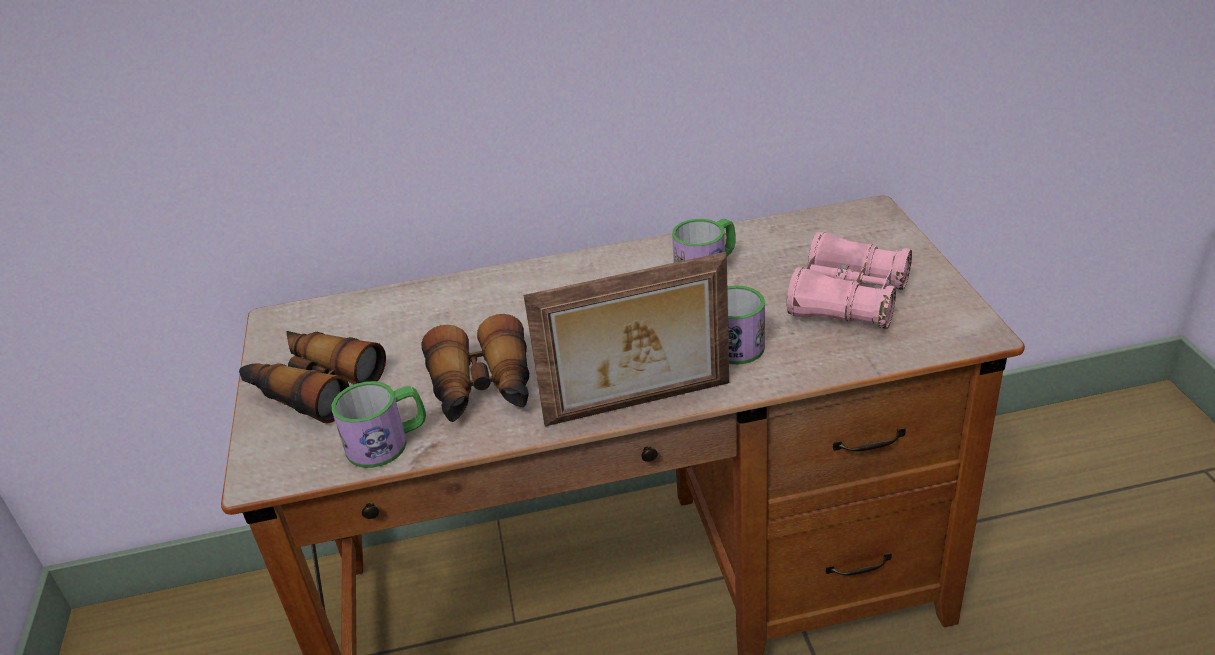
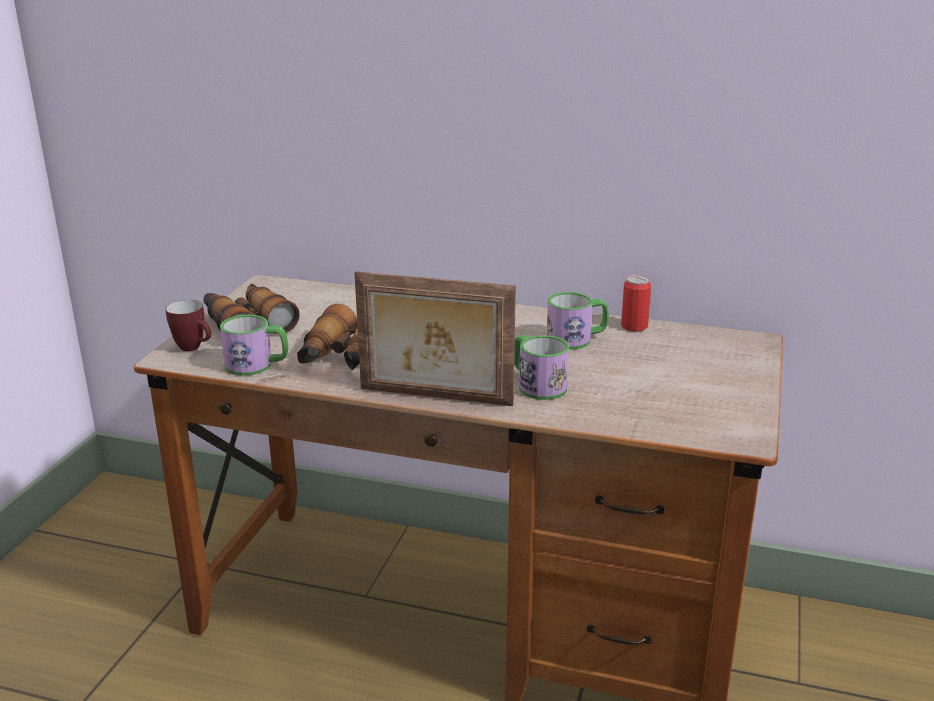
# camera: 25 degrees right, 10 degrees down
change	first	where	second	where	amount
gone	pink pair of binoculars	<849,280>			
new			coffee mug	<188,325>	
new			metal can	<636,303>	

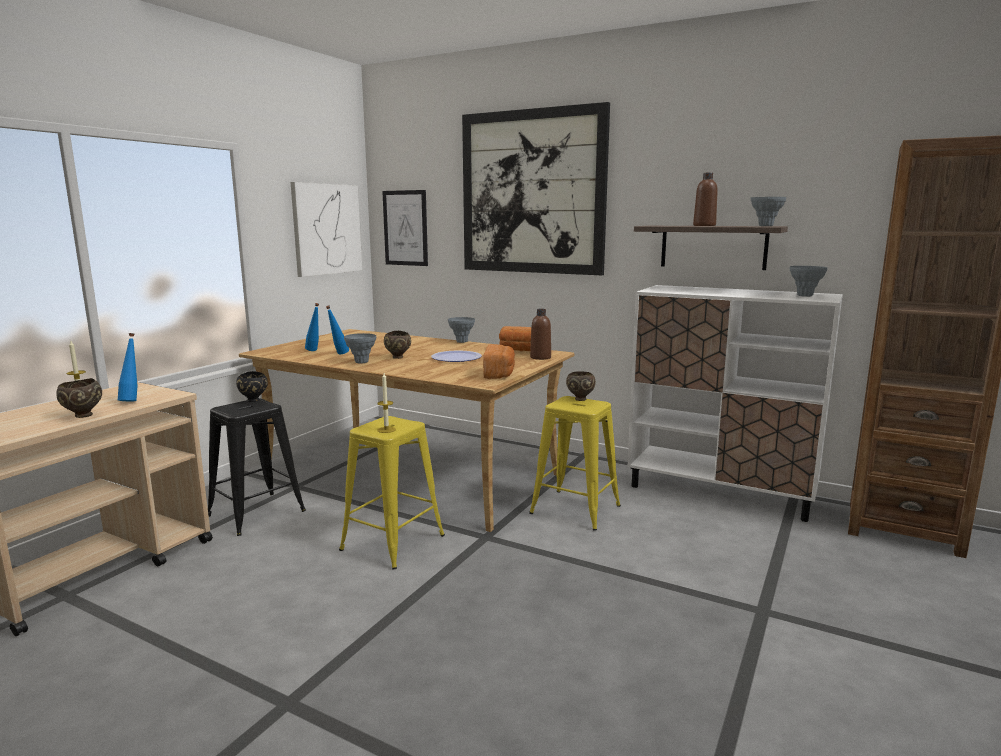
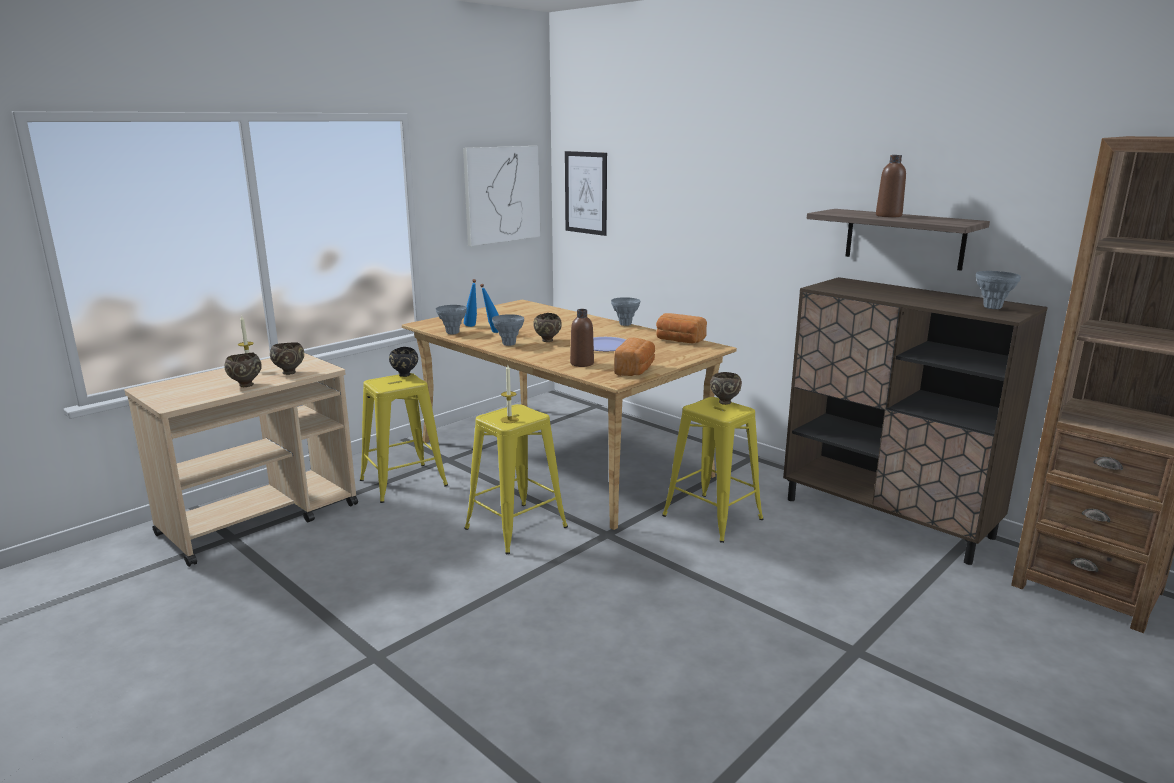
# camera: 15 degrees right, 5 degrees up
change	first	where	second	where	amount
swapped	blue-coloured bottle	<127,367>	brownish serving bowl	<287,358>	
repainted	black-coloured stool seat	<257,467>	yellow-coloured stool seat	<404,438>	
gone	picture	<536,188>			
shifted	brownish bottle	<540,334>		<582,338>	
repainted	white storage cabinet	<735,403>	brownish storage cabinet	<915,421>	
shifted	gray flower vase	<768,211>		<451,319>	

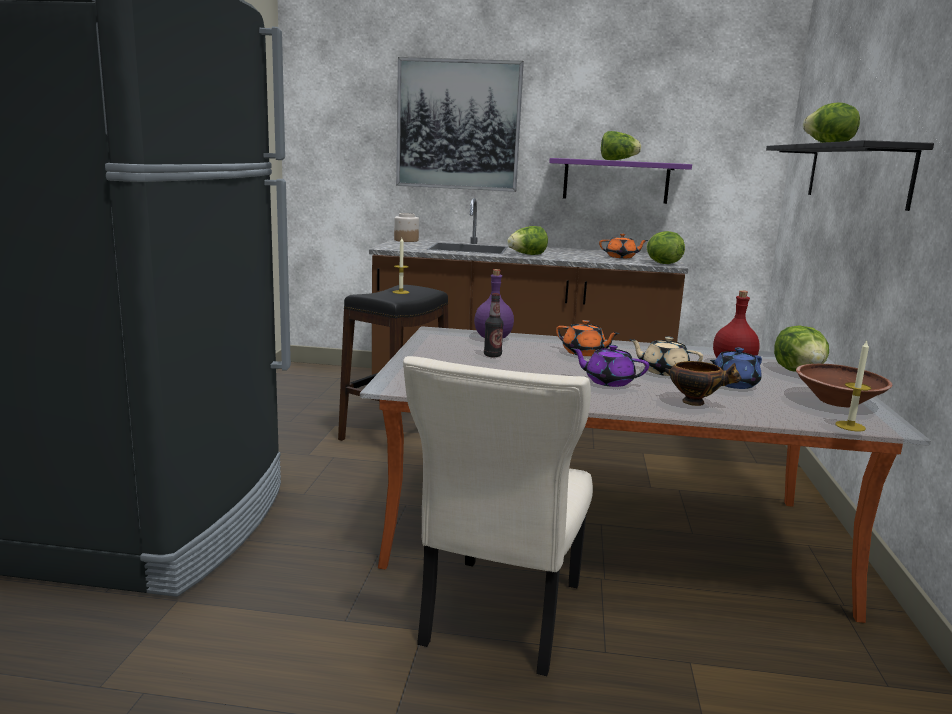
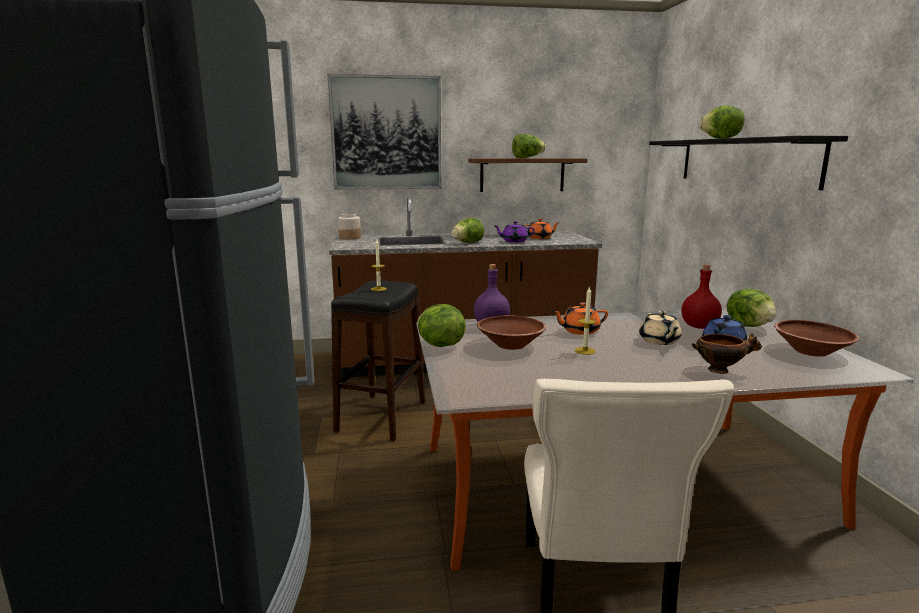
# camera: 15 degrees left, 0 degrees up
change	first	where	second	where	amount
swapped	bottle	<494,325>	brownish serving bowl	<512,332>	
repainted	purplish bracket shelf	<620,181>	brownish bracket shelf	<527,175>	
rotated	orange-coloured tea pot	<588,338>		<580,318>	150 degrees clockwise
shifted	purplish tea pot	<610,366>		<514,232>	
rotated	beige tea pot	<666,356>		<660,328>	105 degrees counterclockwise
shifted	head of lettuce	<665,247>		<441,325>	
shifted	wax light	<853,386>		<585,321>	

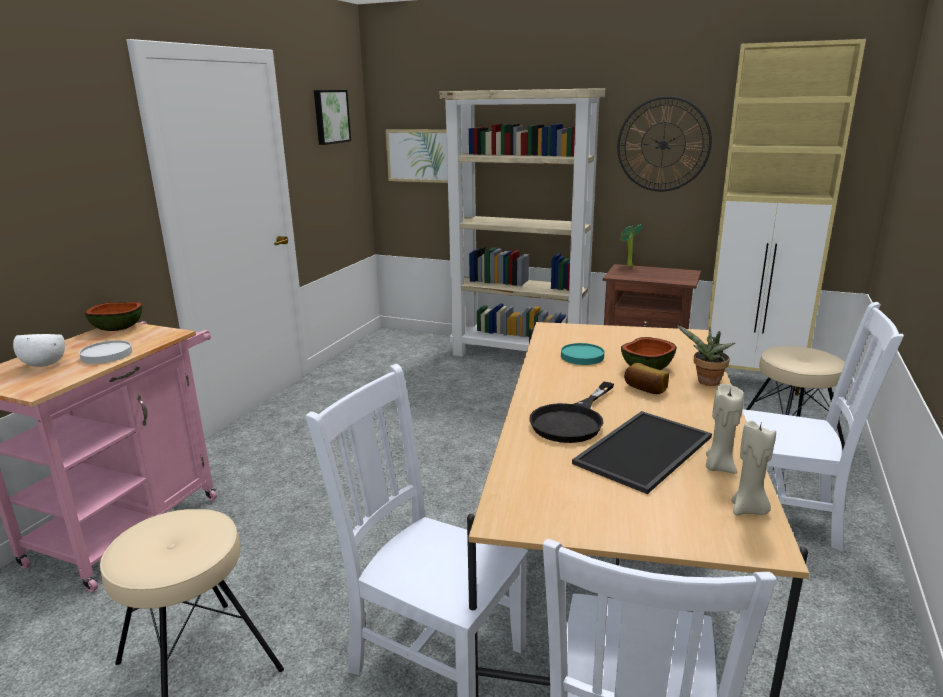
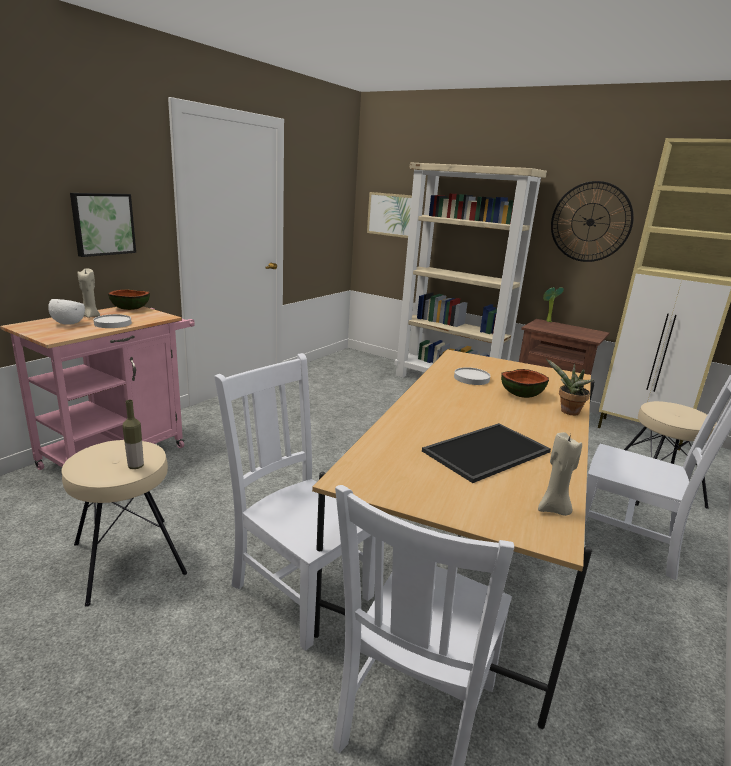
# camera: 10 degrees right, 0 degrees up
change	first	where	second	where	amount
shifted	picture	<332,117>		<103,225>	
gone	black-coloured skillet	<571,412>			
repainted	blue-green dinner plate	<582,354>	white dinner plate	<472,376>	
gone	bread	<646,378>			
shifted	beige wax light	<725,429>		<89,293>	
new			bottle	<133,434>	

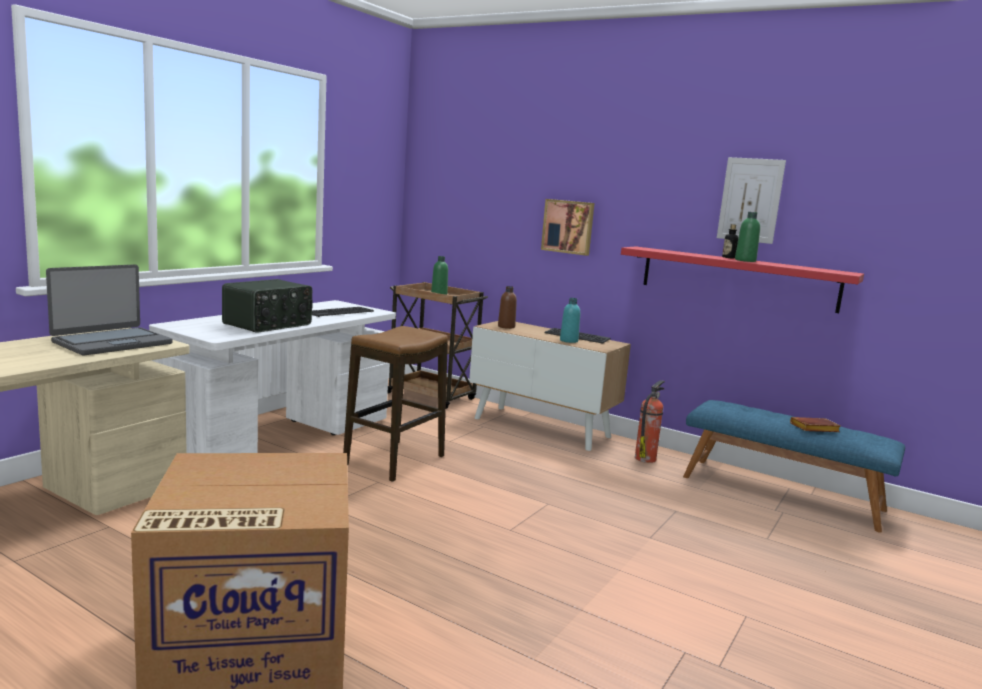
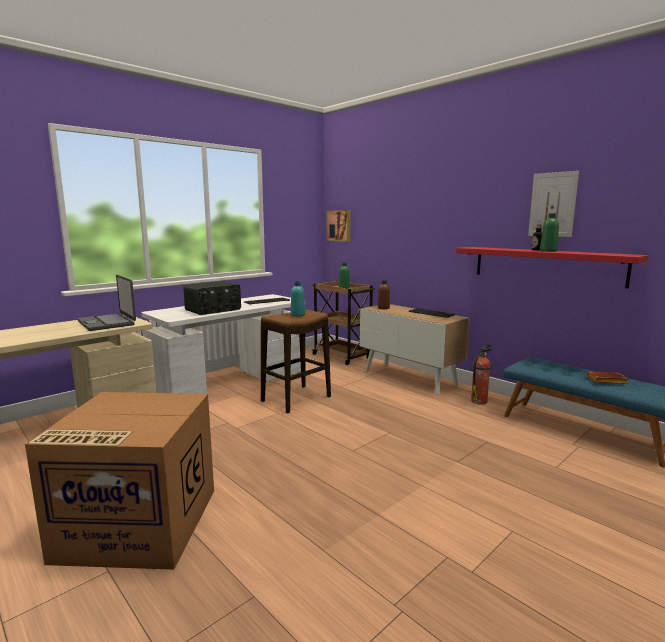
# camera: 15 degrees right, 0 degrees up
change	first	where	second	where	amount
rotated	laptop	<109,309>		<106,303>	90 degrees clockwise
shifted	picture	<567,227>		<339,226>	
shifted	blue-green bottle	<570,320>		<298,298>	

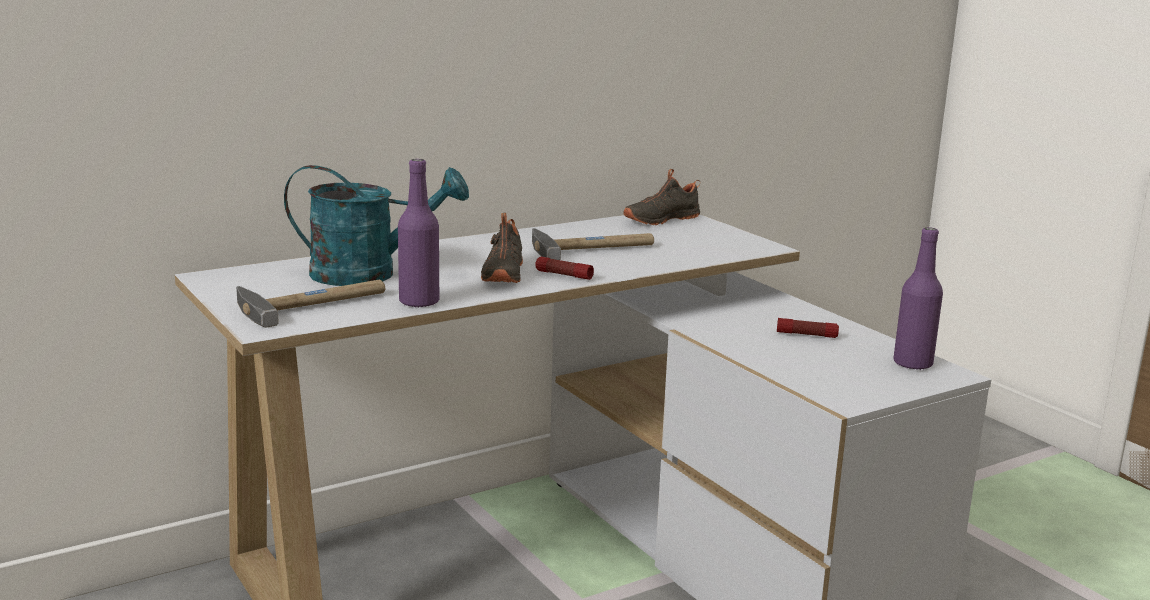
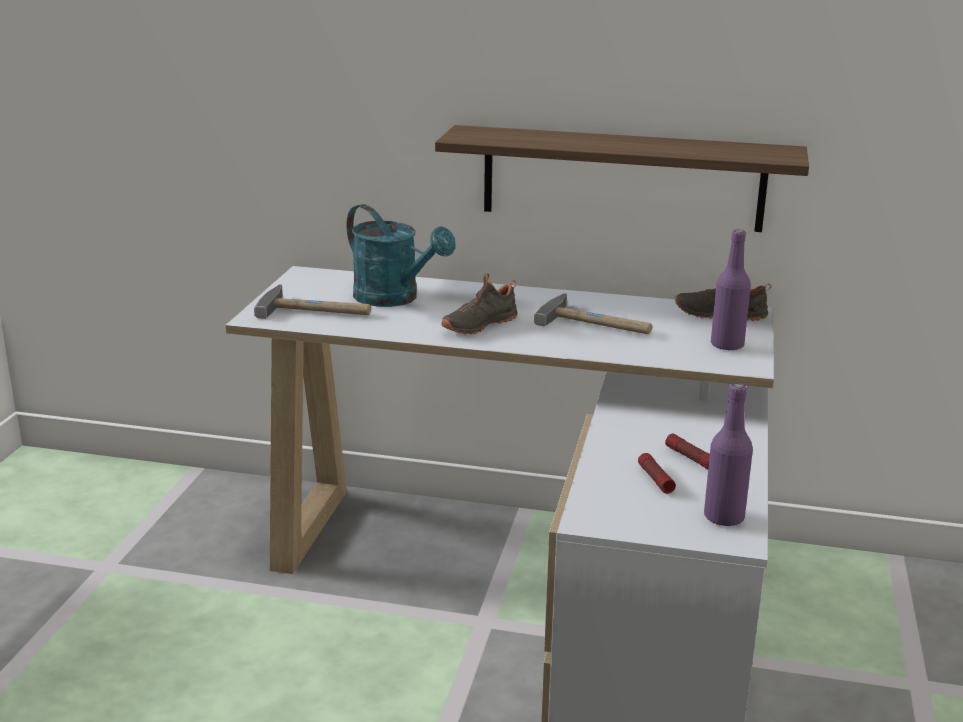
# camera: 45 degrees right, 5 degrees up
change	first	where	second	where	amount
shifted	purplish bottle	<418,233>		<731,290>	
shifted	hand torch	<564,268>		<657,473>	
new			bracket shelf	<622,178>	

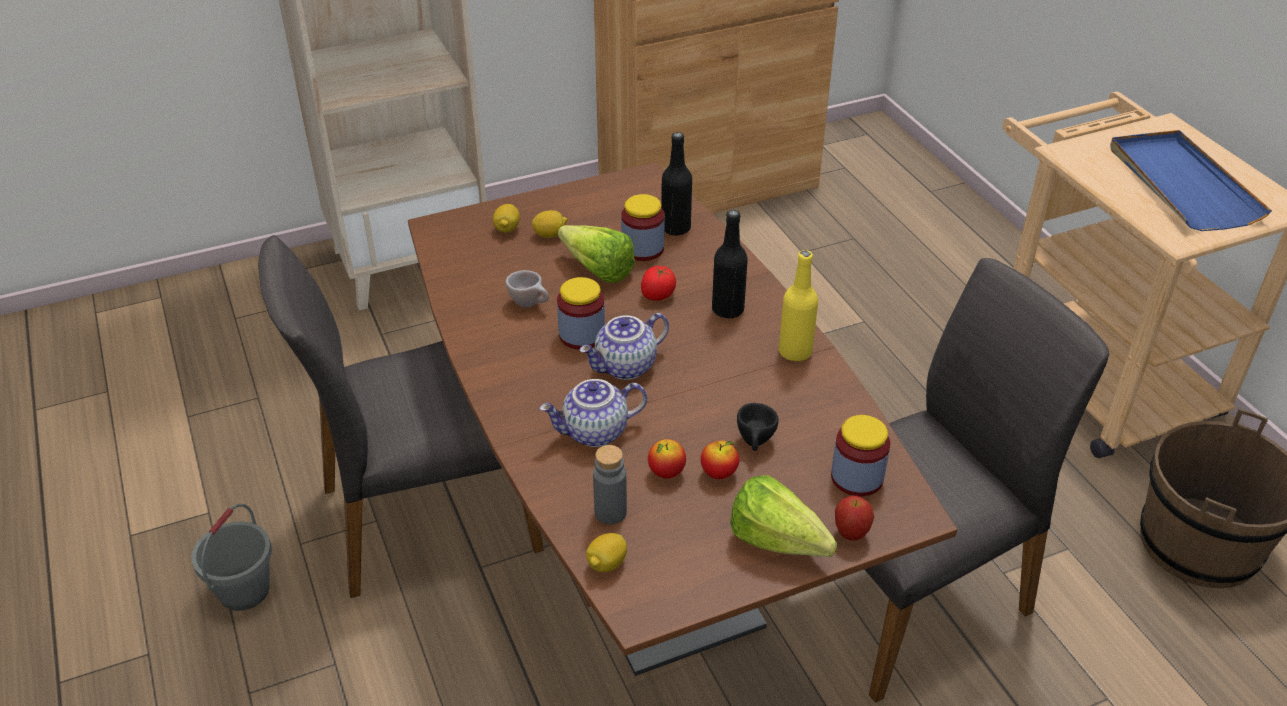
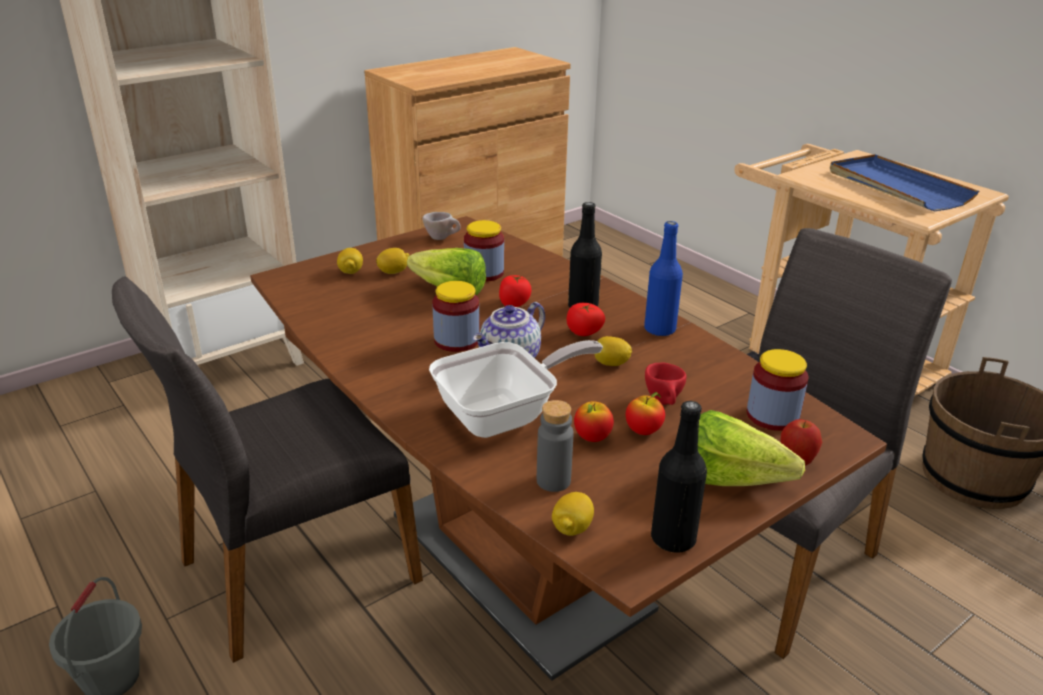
# camera: 15 degrees left, 10 degrees down
change	first	where	second	where	amount
shifted	beige cup	<527,288>		<442,226>	
swapped	tea pot	<593,413>	skillet	<516,389>	
shifted	black-coloured bottle	<676,184>		<679,477>	
repainted	black-coloured cup	<758,427>	reddish cup	<665,384>	
repainted	yellow-coloured bottle	<798,305>	blue-coloured bottle	<663,278>	
new			whole tomato	<586,319>	
new			citrus fruit	<613,351>	

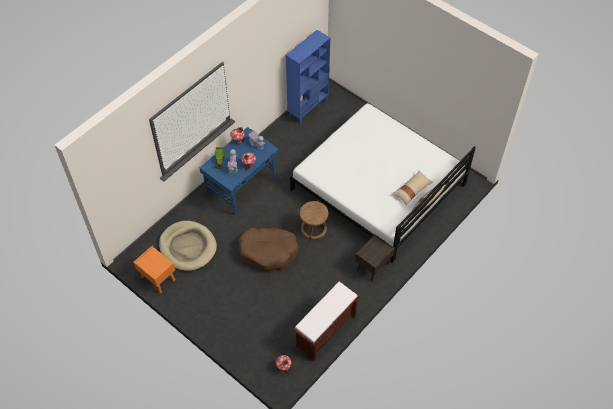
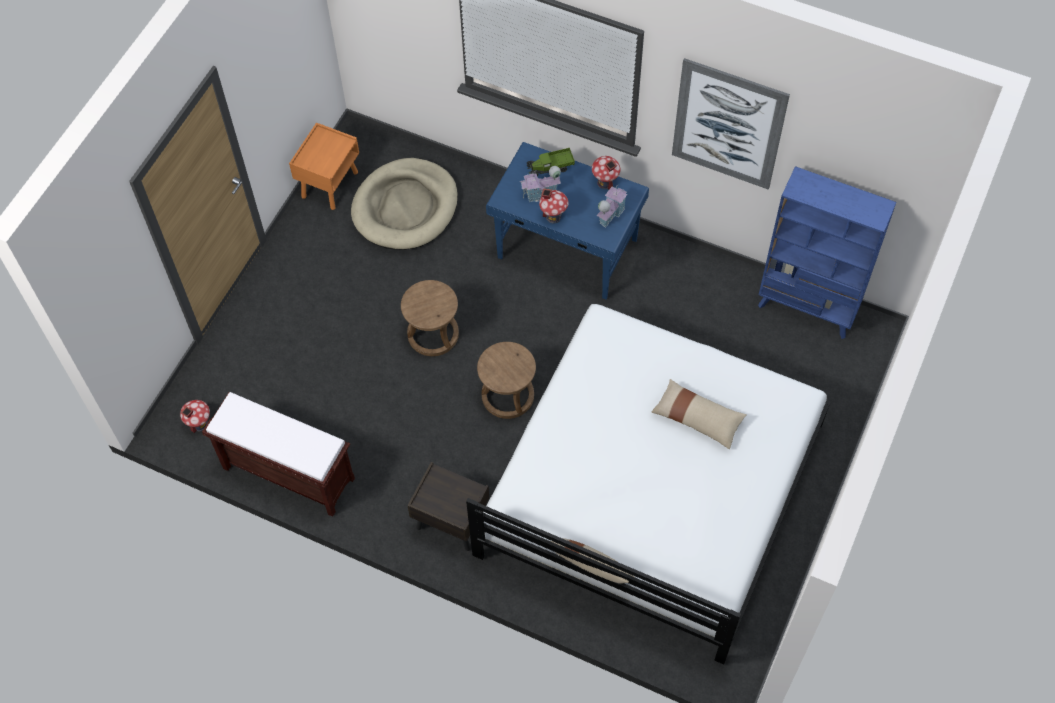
# camera: 75 degrees right, 5 degrees up
change	first	where	second	where	amount
swapped	brownish dog cushion	<268,249>	brownish stool seat	<430,318>	
shifted	beige throw pillow	<413,188>		<699,414>	
new			picture	<731,124>	

